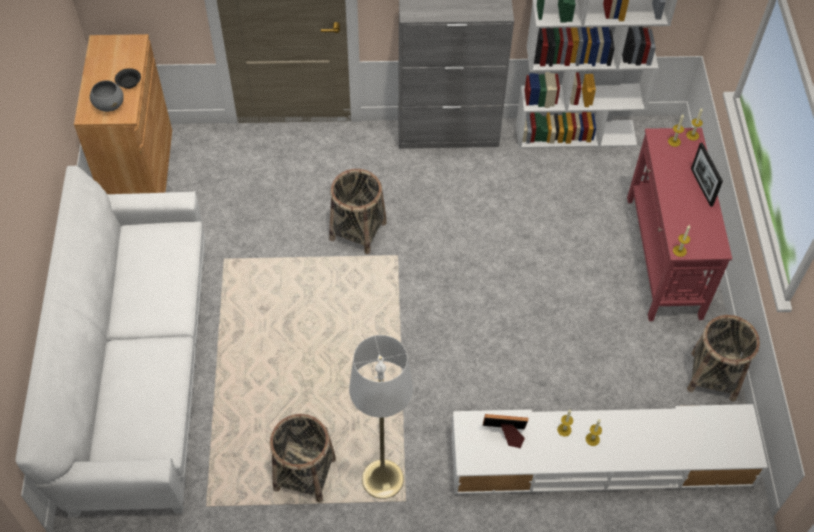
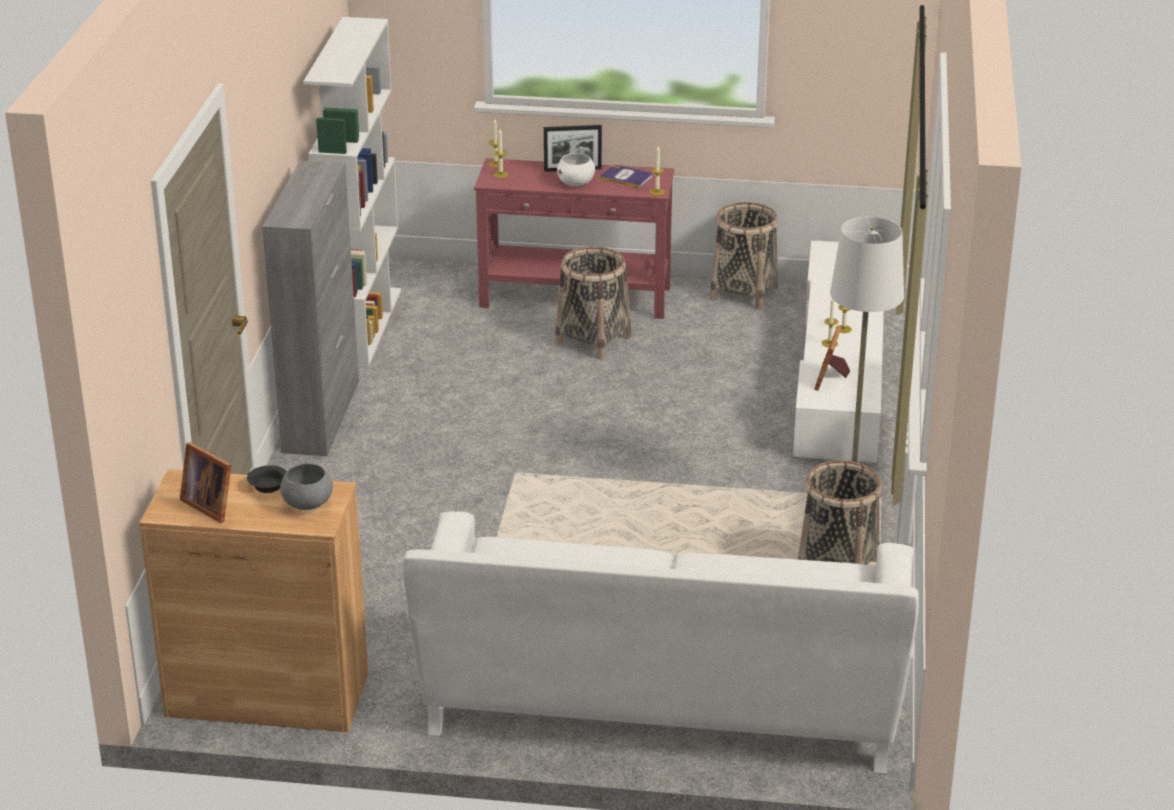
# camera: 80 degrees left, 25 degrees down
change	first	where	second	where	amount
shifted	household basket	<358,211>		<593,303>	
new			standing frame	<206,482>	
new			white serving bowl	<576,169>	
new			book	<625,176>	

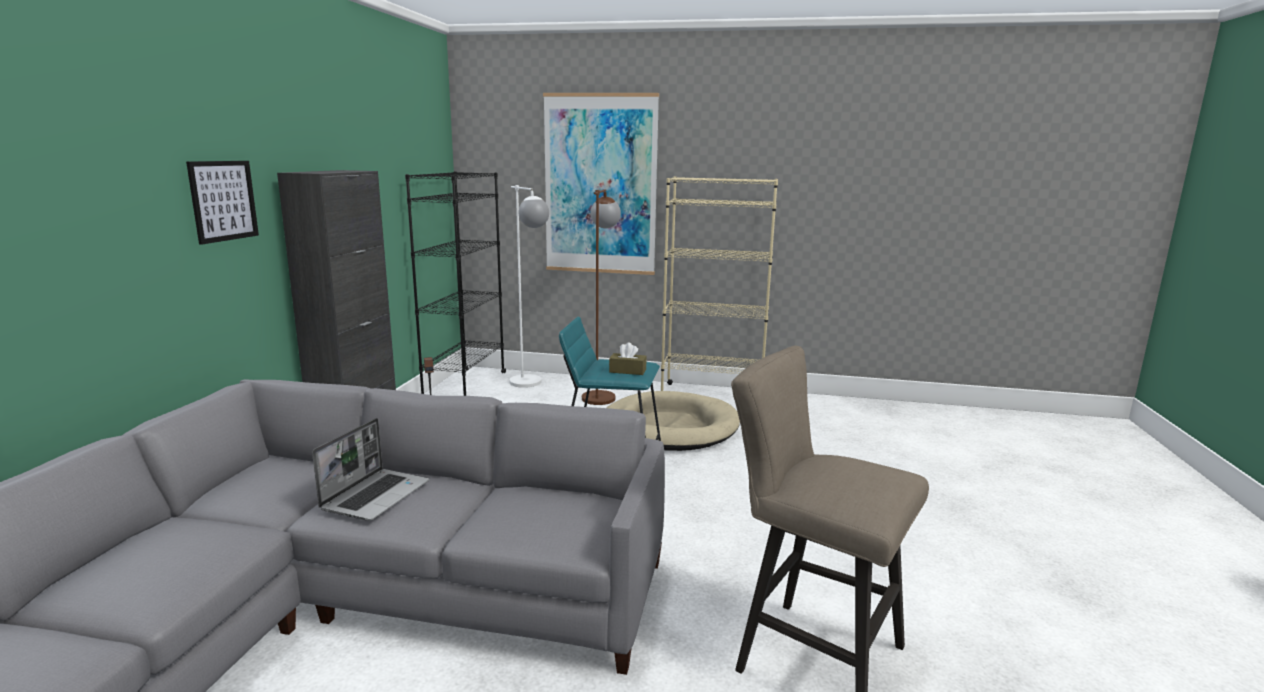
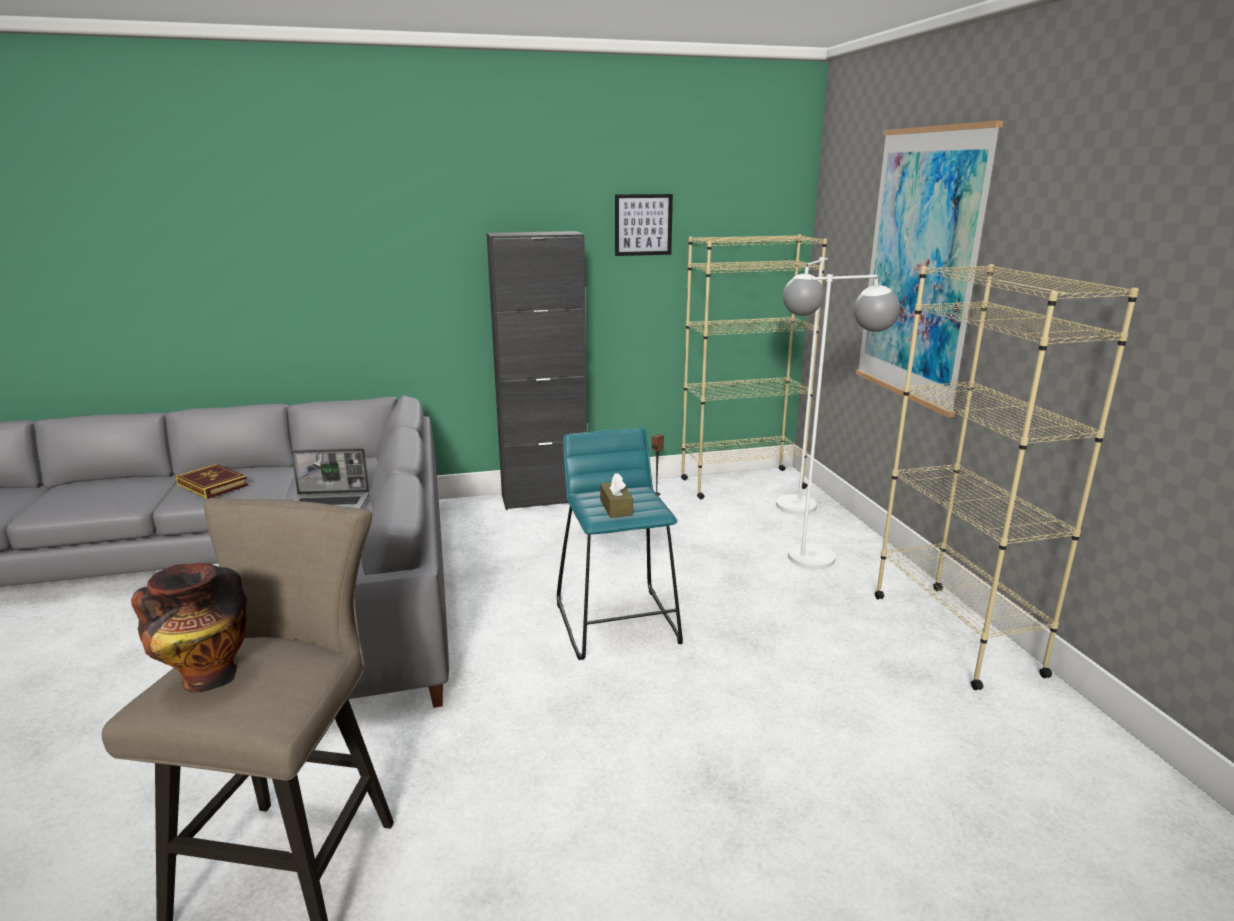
# camera: 65 degrees right, 5 degrees up
change	first	where	second	where	amount
shifted	picture	<222,203>		<644,225>	
repainted	black-coloured bookshelf	<455,283>	beige bookshelf	<754,366>	
repainted	brownish standard lamp	<601,297>	white standard lamp	<844,421>	
gone	beige dog cushion	<673,421>			
new			flower vase	<189,628>	
new			book	<212,481>	

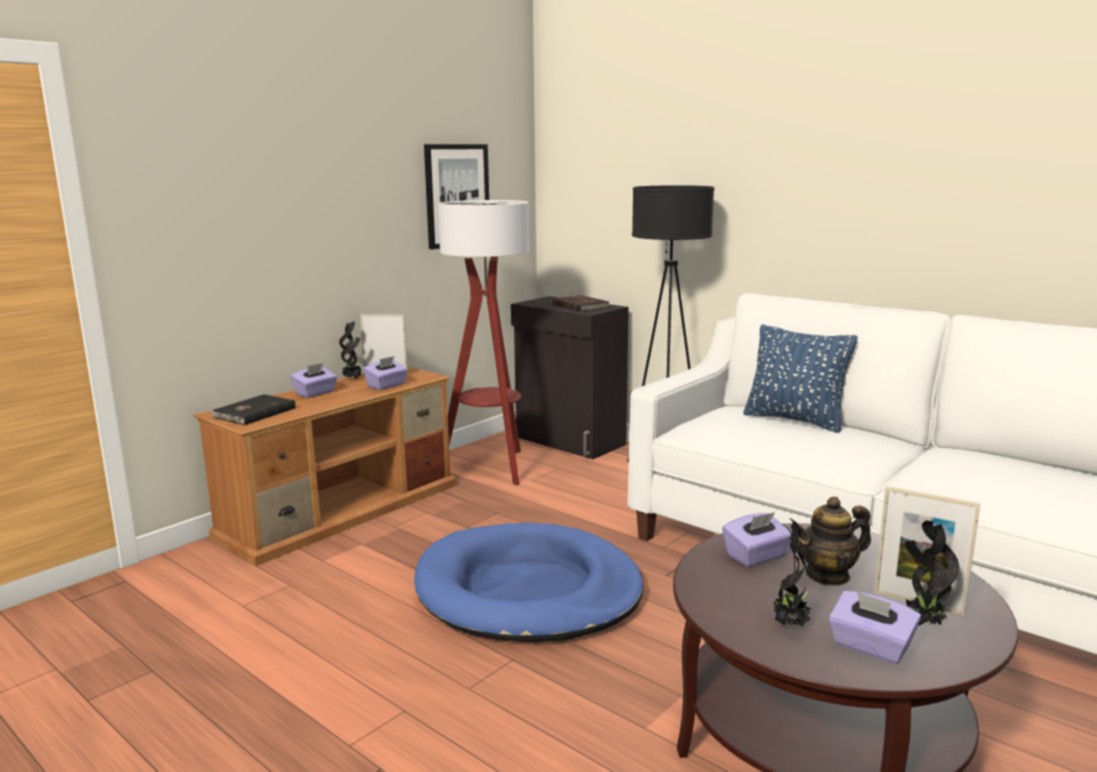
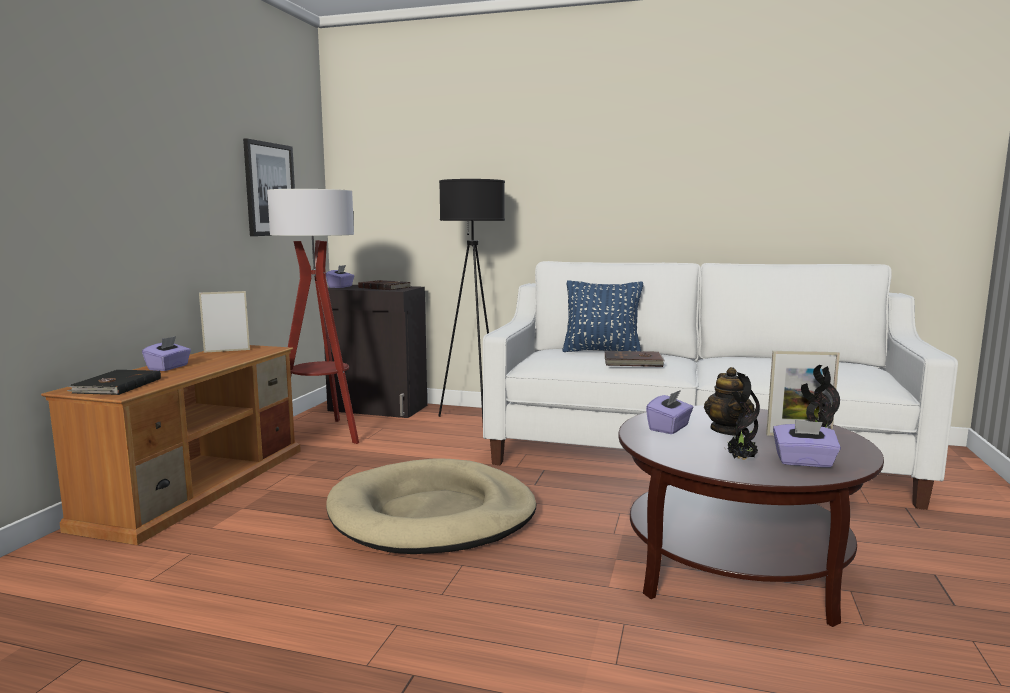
# camera: 25 degrees left, 5 degrees down
change	first	where	second	where	amount
gone	potted plant	<350,350>			
shifted	purplish tissue holder	<385,373>		<340,276>	
repainted	blue-coloured dog cushion	<529,582>	beige dog cushion	<431,506>	
rotated	tea pot	<831,541>		<729,401>	45 degrees counterclockwise
new			brownish book	<635,359>	

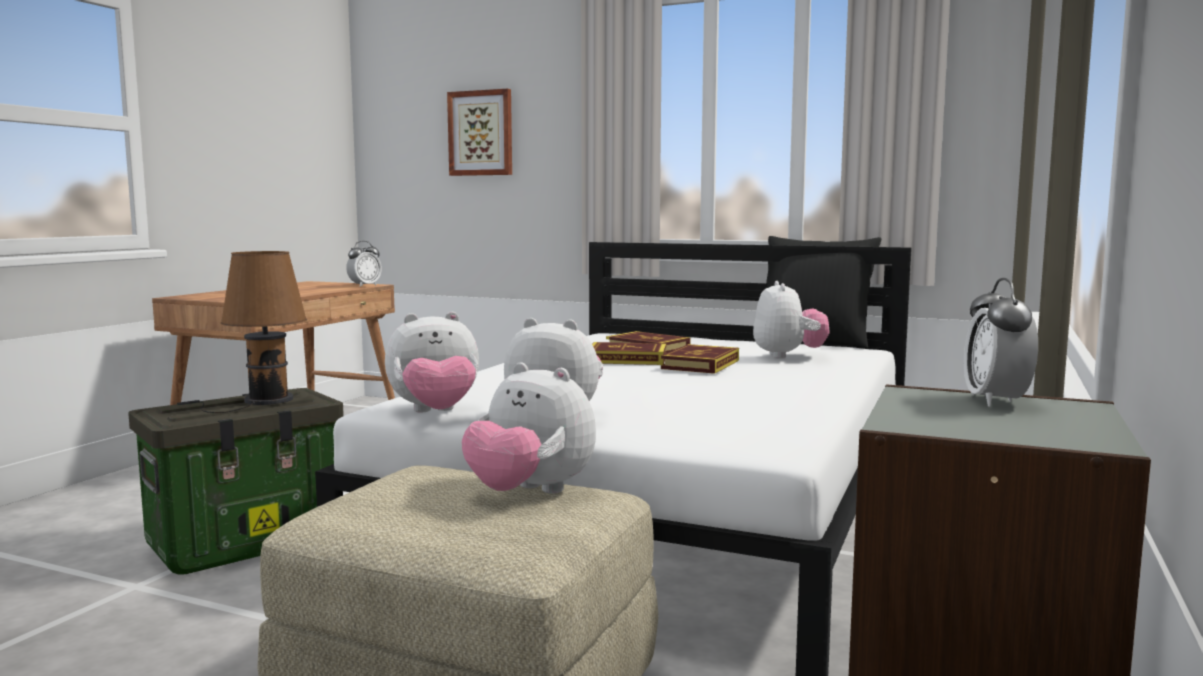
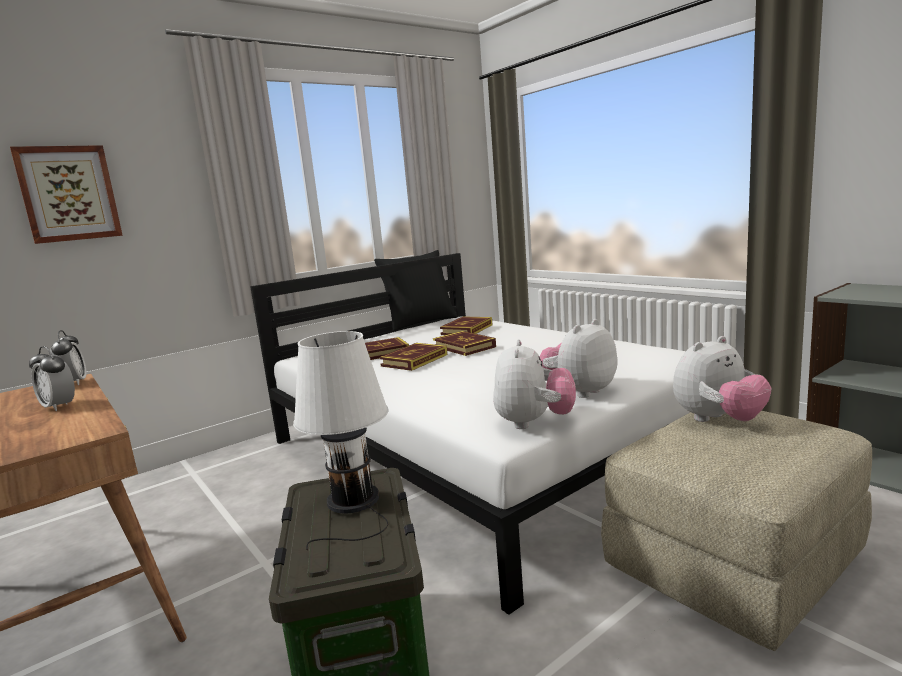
# camera: 60 degrees left, 5 degrees up
change	first	where	second	where	amount
repainted	brownish lamp for a table	<247,332>	white lamp for a table	<341,440>	
swapped	soft toy	<791,320>	book	<466,325>	
shifted	alarm clock	<1001,342>		<52,378>	

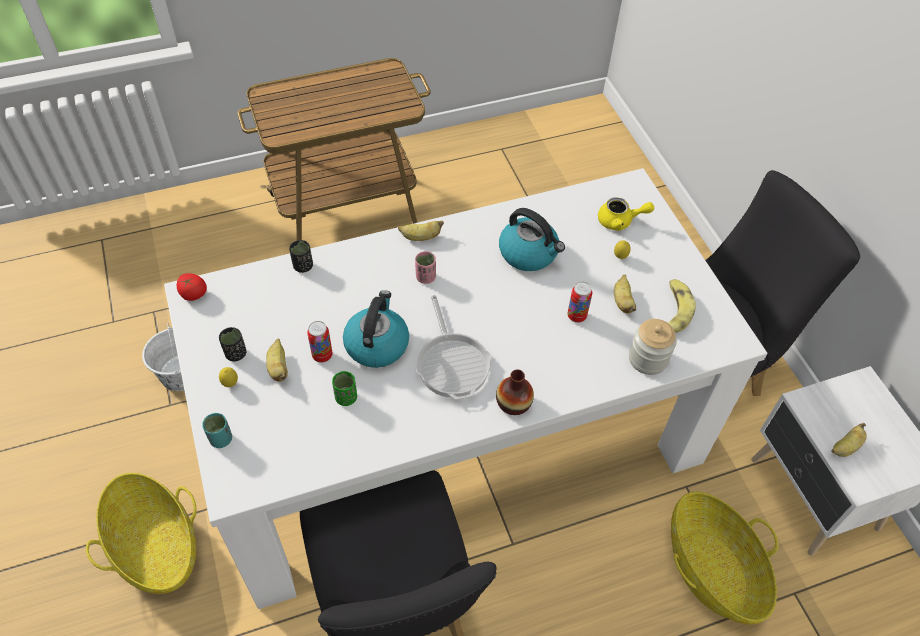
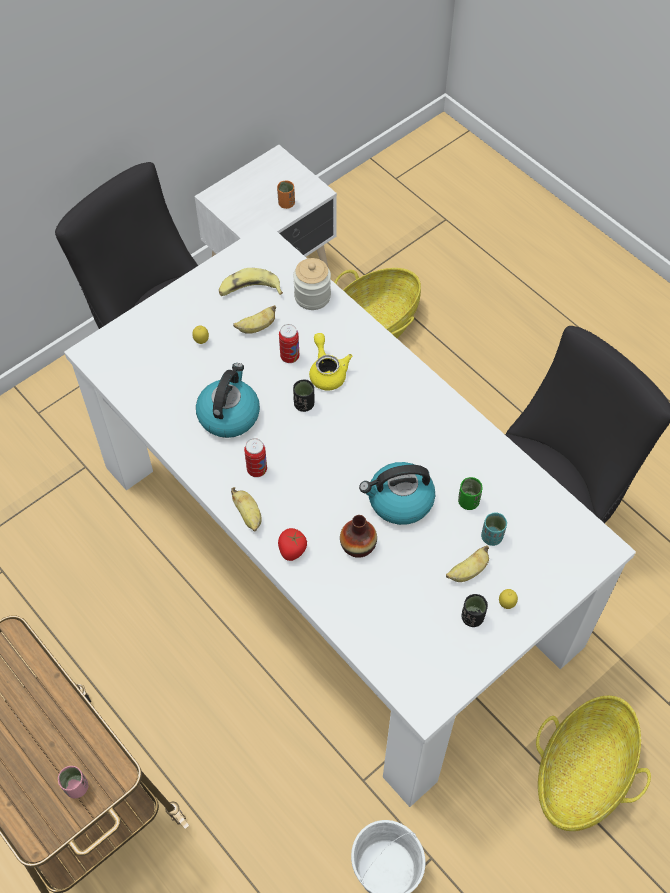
# camera: 110 degrees left, 5 degrees up
change	first	where	second	where	amount
shifted	whole tomato	<192,287>		<292,544>	
shifted	blue-green cup	<217,430>		<494,529>	
shifted	black-coloured cup	<301,256>		<303,395>	
shifted	metal can	<319,342>		<255,457>	
shifted	pink cup	<425,267>		<73,782>	
gone	skillet	<454,347>			
shifted	flower vase	<515,392>		<358,536>	
shifted	yellow-coloured tea pot	<626,214>		<330,361>	
swapped	banana	<849,440>	orange-coloured cup	<286,194>	

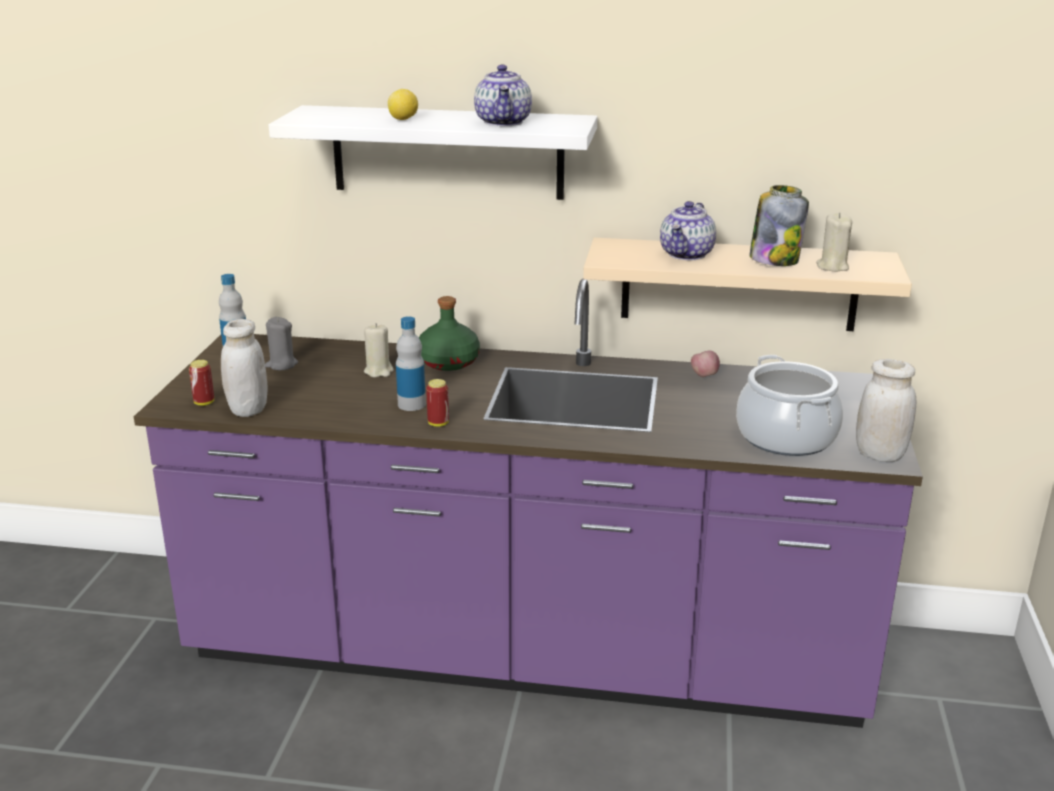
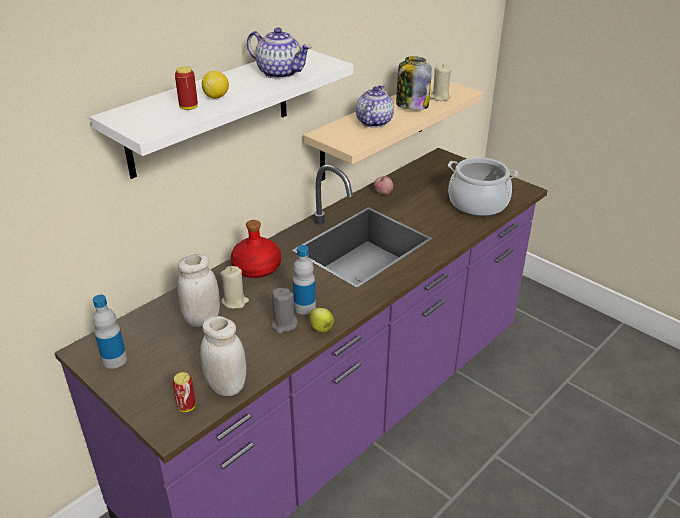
# camera: 55 degrees left, 10 degrees up
change	first	where	second	where	amount
shifted	gray wax light	<281,344>		<284,311>	
repainted	greenish bottle	<449,333>	reddish bottle	<256,249>	
shifted	metal can	<437,403>		<186,88>	
rotated	tea pot	<688,230>		<375,106>	135 degrees counterclockwise
shifted	white preserve jar	<886,410>		<198,290>	
new			apple	<321,320>	

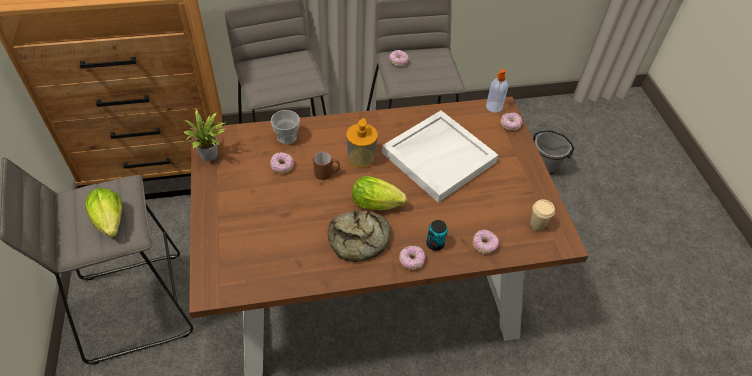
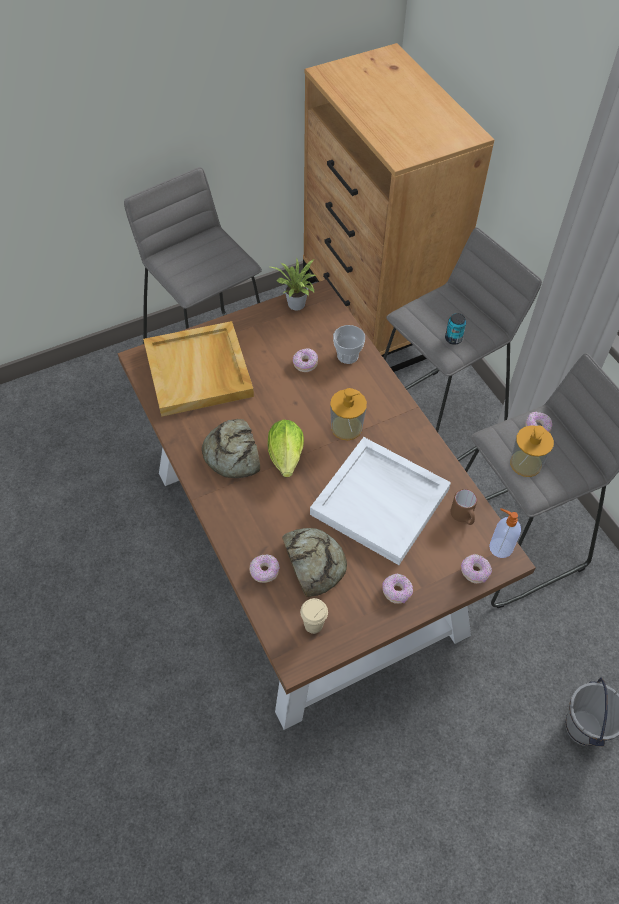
# camera: 75 degrees right, 5 degrees up
change	first	where	second	where	amount
gone	head of lettuce	<103,212>			
shifted	brownish coffee mug	<326,165>		<463,507>	
shifted	ring doughnut	<412,258>		<397,589>	
shifted	metal can	<437,235>		<455,329>	
new			beige tray	<198,369>	
new			bread	<314,562>	
new			soap dispenser	<532,451>	

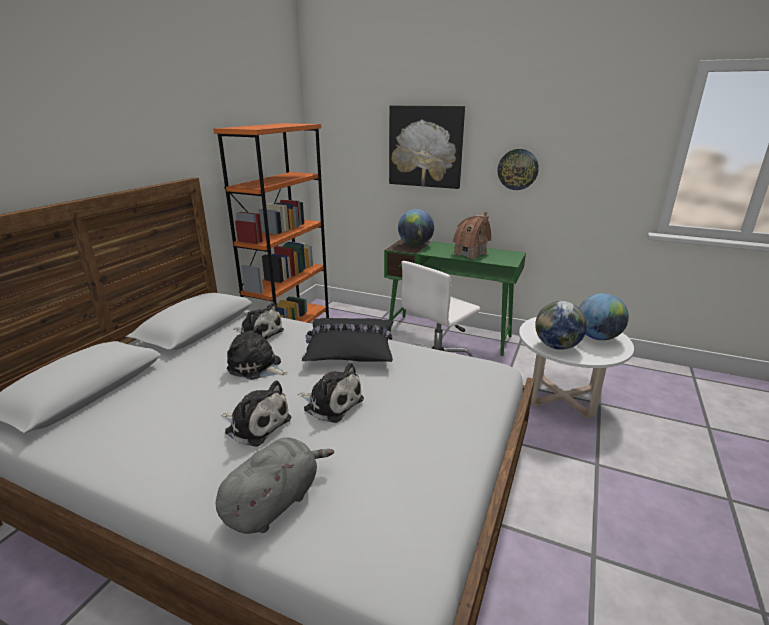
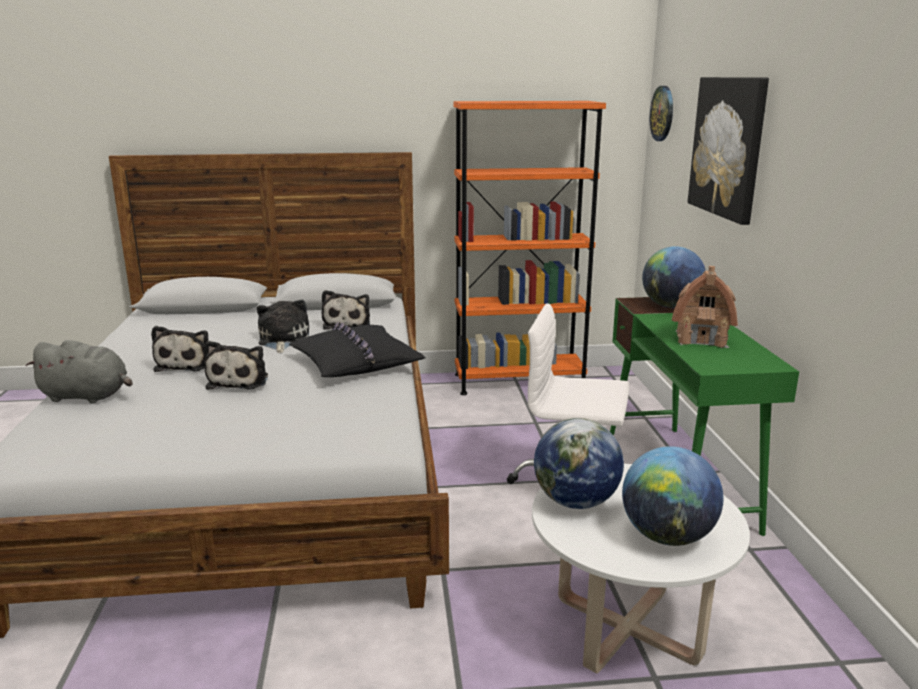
# camera: 60 degrees right, 5 degrees down
change	first	where	second	where	amount
shifted	clock on the wall	<518,169>		<661,113>	

